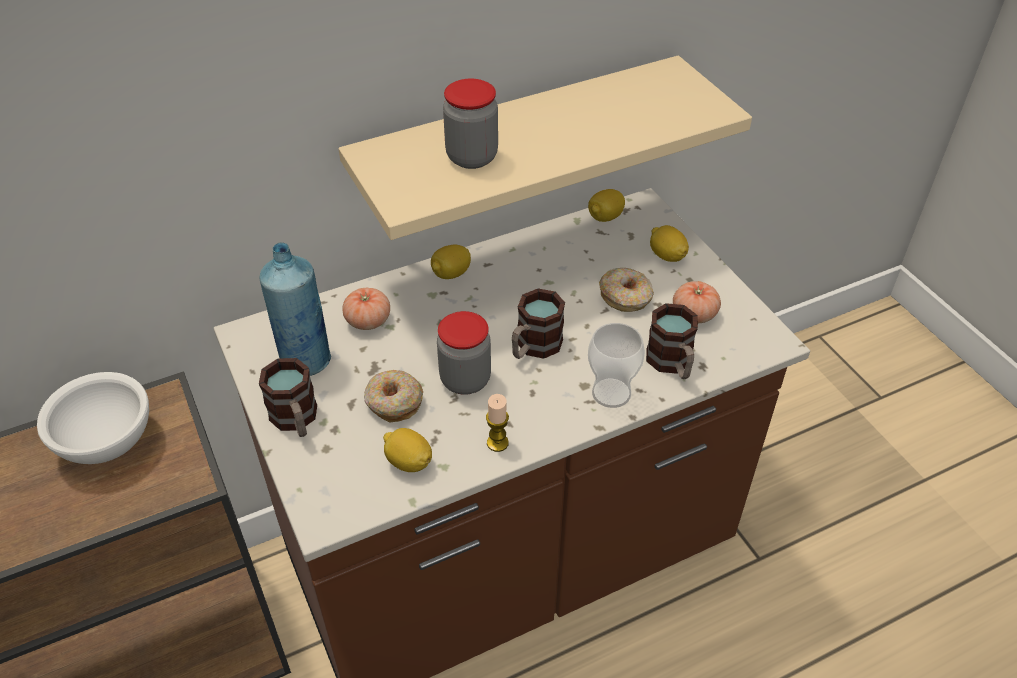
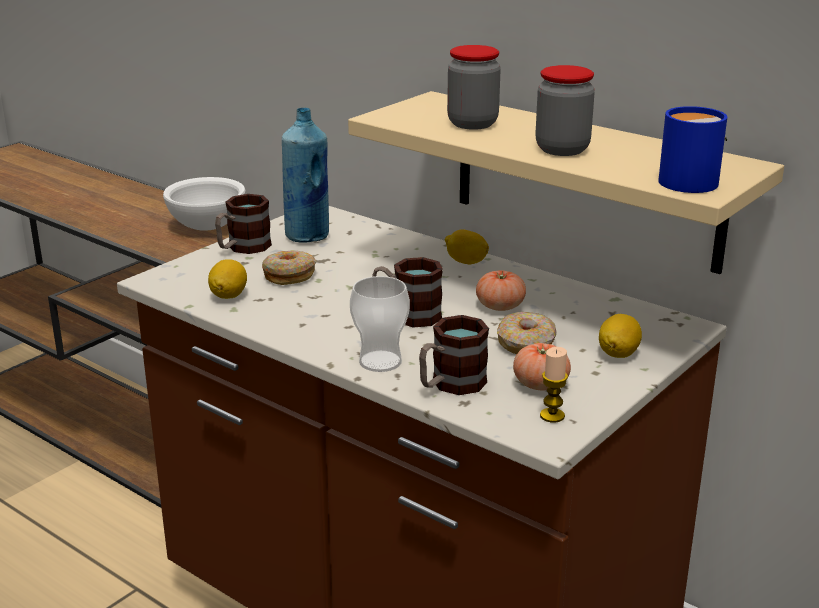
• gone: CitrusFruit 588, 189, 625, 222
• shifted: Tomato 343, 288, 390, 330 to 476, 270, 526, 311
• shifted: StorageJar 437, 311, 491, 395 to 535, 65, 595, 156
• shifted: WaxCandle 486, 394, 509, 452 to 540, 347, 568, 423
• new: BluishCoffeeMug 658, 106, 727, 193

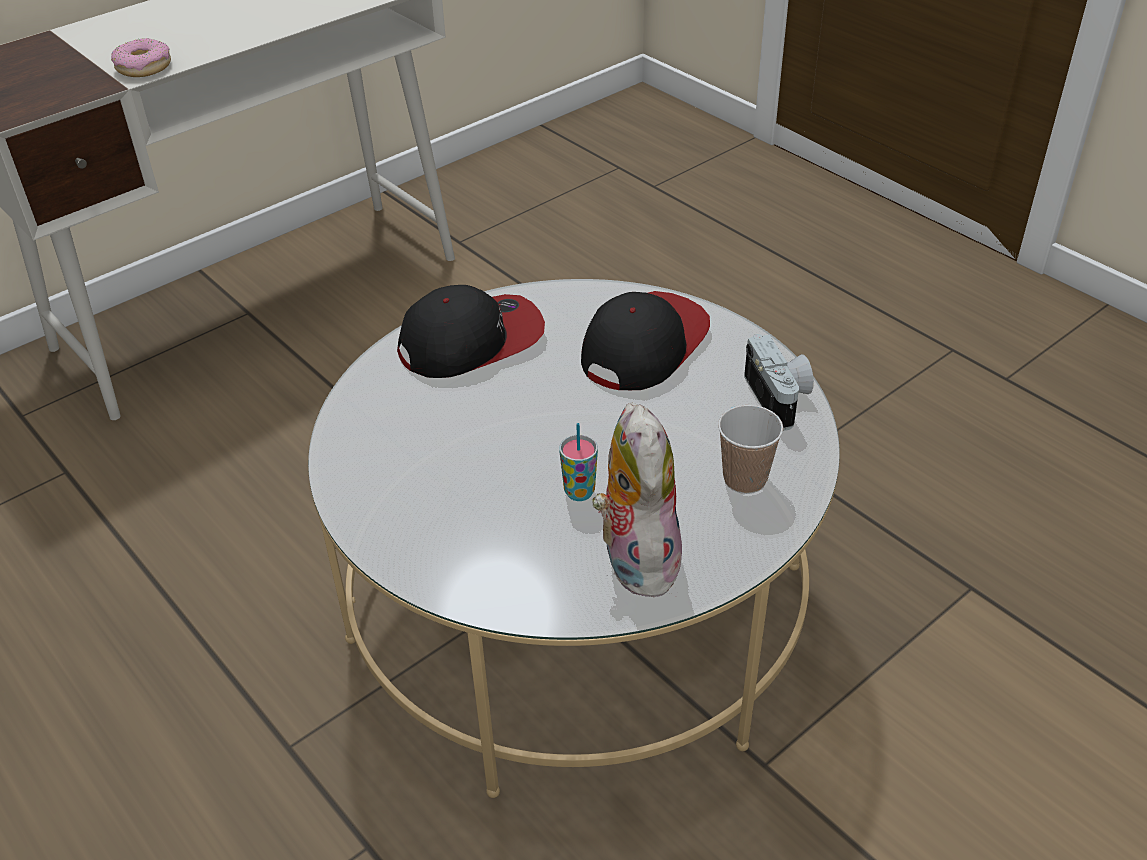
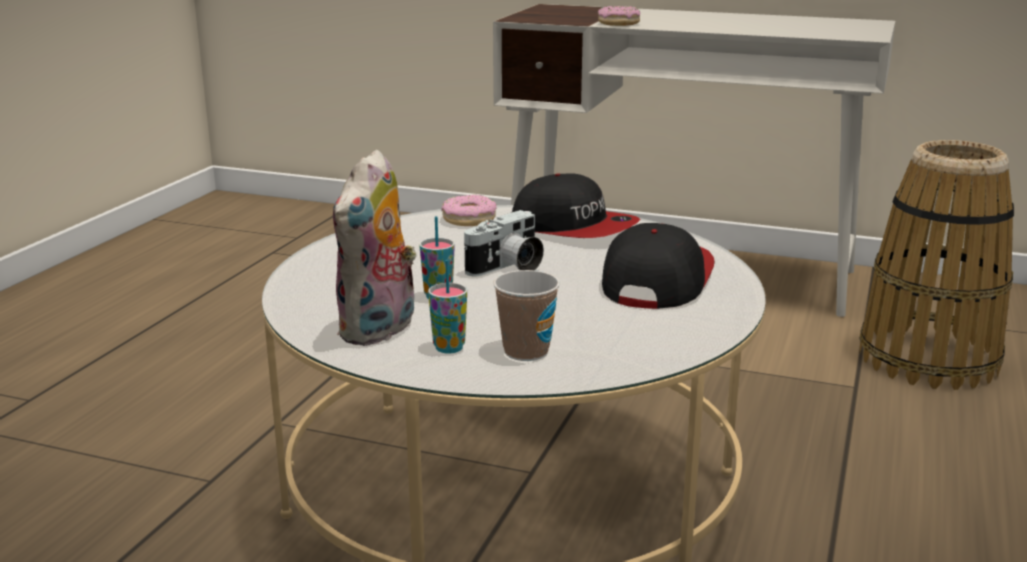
• rotated: PeakedCap 581, 291, 710, 390 = 602, 223, 715, 309 75 degrees counterclockwise
• shifted: PhotoCamera 744, 334, 814, 431 to 464, 210, 544, 276
• rotated: SoftToy 592, 403, 682, 597 = 333, 149, 417, 346 150 degrees clockwise
• new: StorageBasket 859, 140, 1014, 390
• new: RingDoughnut 441, 195, 497, 226
• new: Cup 428, 260, 467, 354

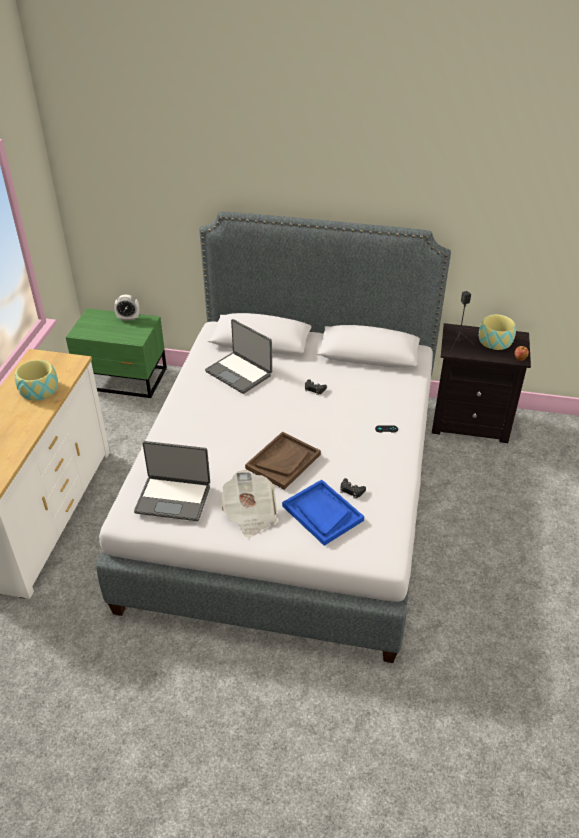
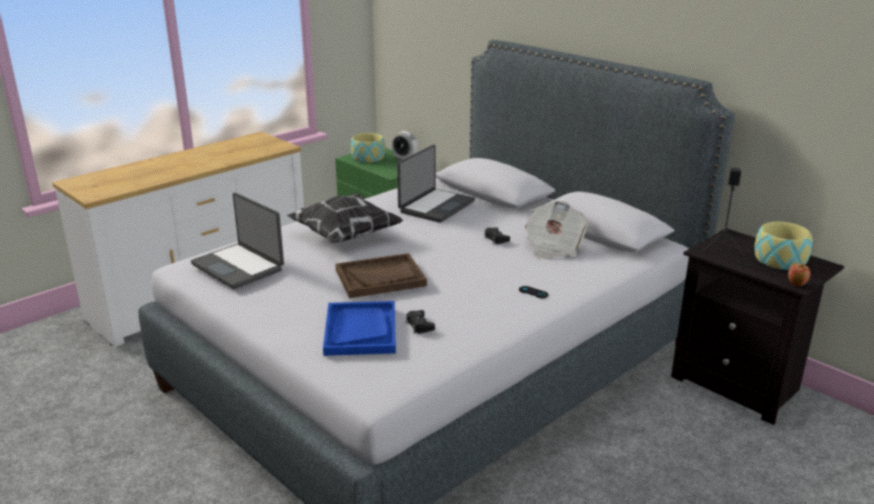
• rotated: NotebookComputer 205, 319, 272, 394 = 397, 145, 475, 223 135 degrees counterclockwise
• shifted: DeepDish 15, 360, 58, 401 to 350, 133, 385, 163
• shifted: DailyPaper 221, 470, 277, 538 to 525, 201, 588, 259
• new: Cushion 287, 193, 404, 243

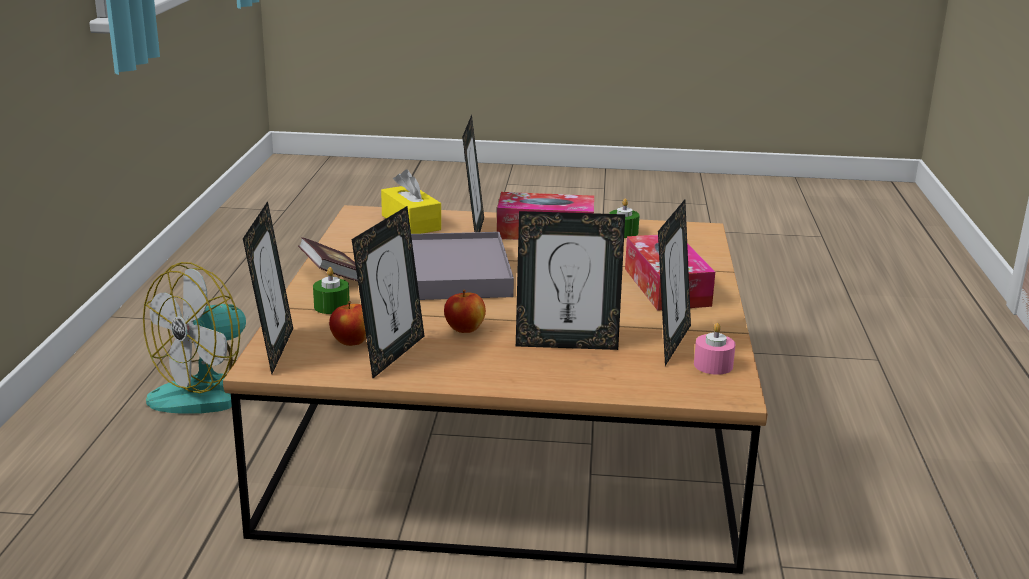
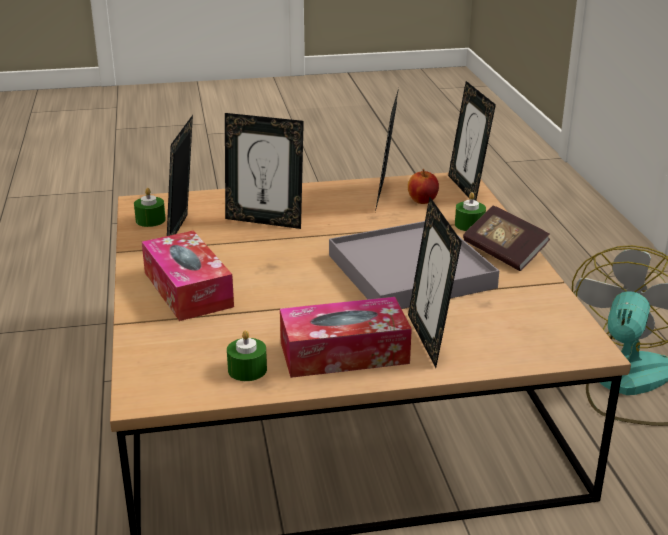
• gone: YellowColouredTissueBox 381, 169, 441, 234
• rotated: PhotoFrame 516, 211, 625, 350 = 225, 113, 304, 229 150 degrees counterclockwise
• gone: Apple 444, 290, 486, 333
• repainted: PinkishWaxCandle 694, 323, 736, 375 to GreenWaxCandle 134, 188, 166, 227

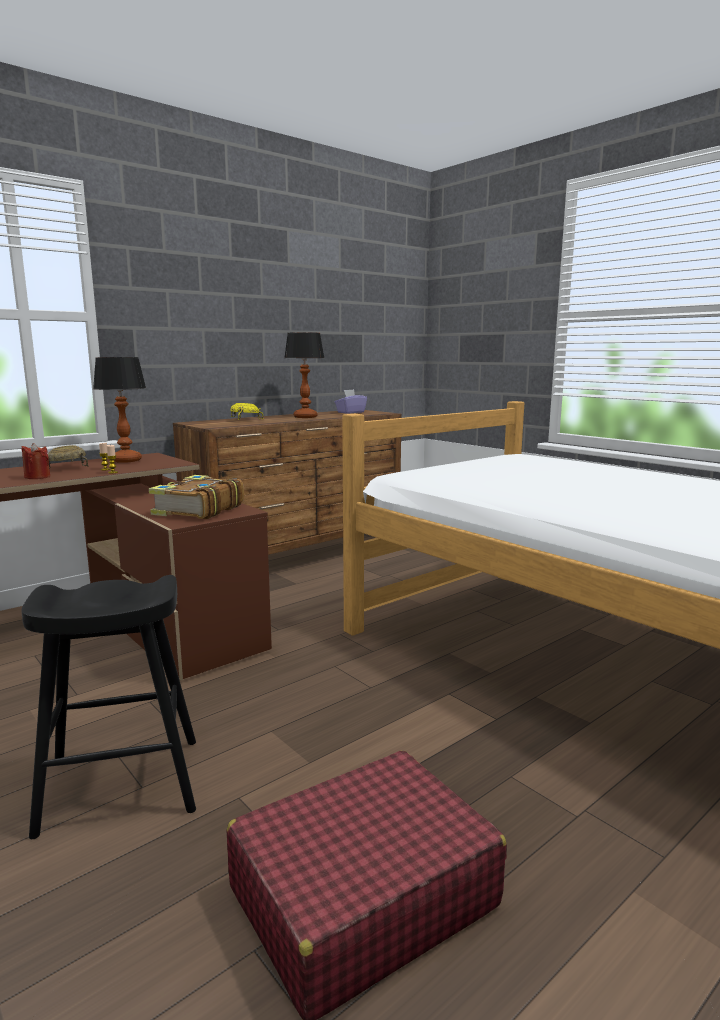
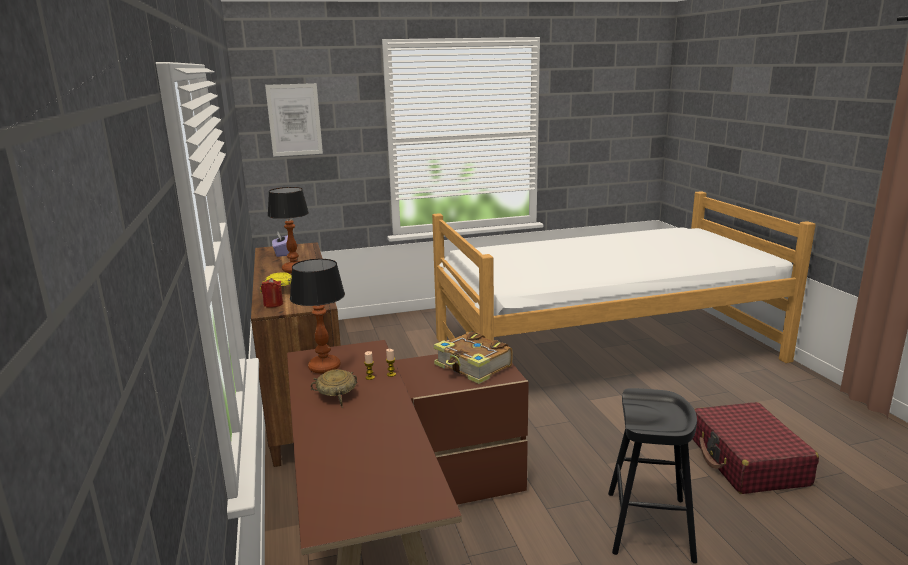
• shifted: RedWaxCandle 22, 443, 50, 479 to 261, 278, 283, 308
• new: Picture 265, 83, 323, 157

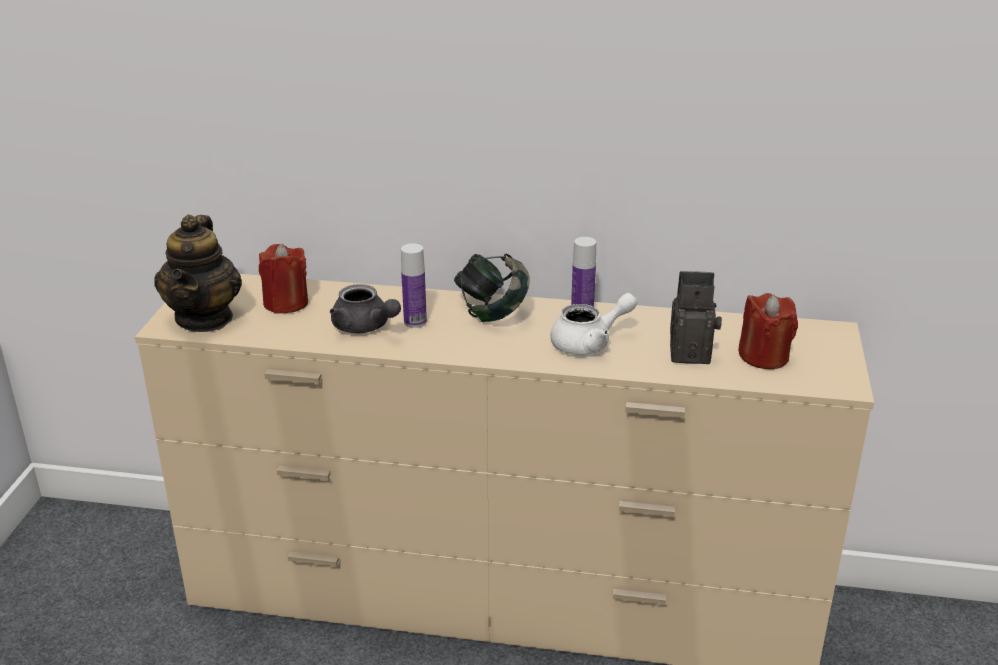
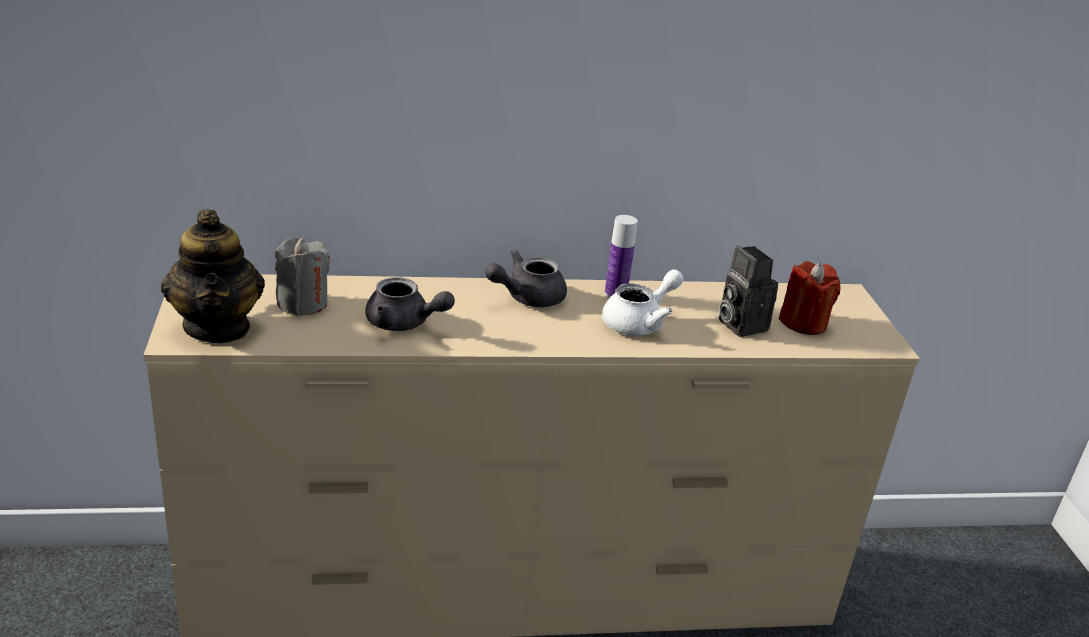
• gone: Bottle 401, 243, 427, 328
• repainted: RedWaxCandle 259, 244, 308, 314 to GreyWaxCandle 275, 238, 330, 316
• swapped: Headset 454, 254, 530, 322 to GreyTeaPot 485, 249, 567, 307
• rotated: PhotoCamera 670, 271, 722, 364 = 719, 246, 778, 337 105 degrees counterclockwise

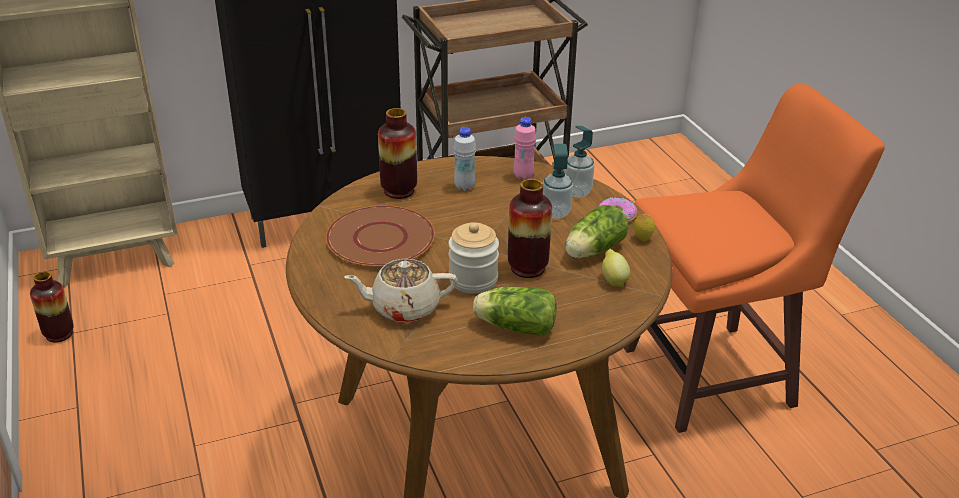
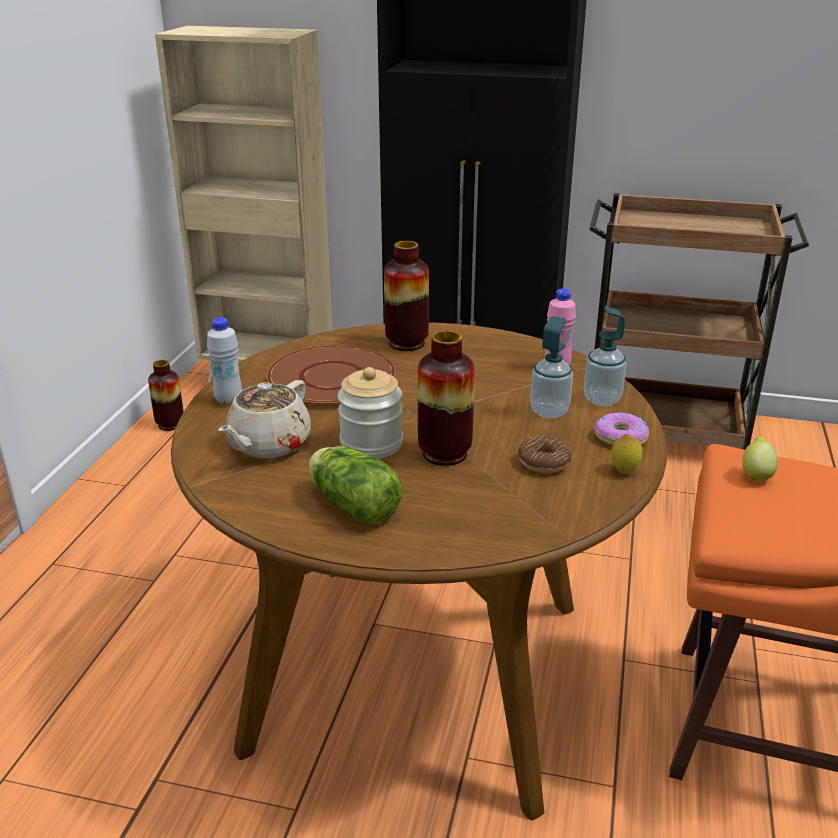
• shifted: WhiteColouredBottle 453, 127, 476, 191 to 207, 317, 242, 405
• swapped: HeadOfLettuce 565, 205, 629, 258 to RingDoughnut 518, 436, 571, 473
• shifted: CitrusFruit 602, 249, 630, 287 to 742, 436, 778, 484
• rotated: BeigeColouredTeaPot 344, 259, 458, 322 = 218, 380, 311, 458 90 degrees counterclockwise

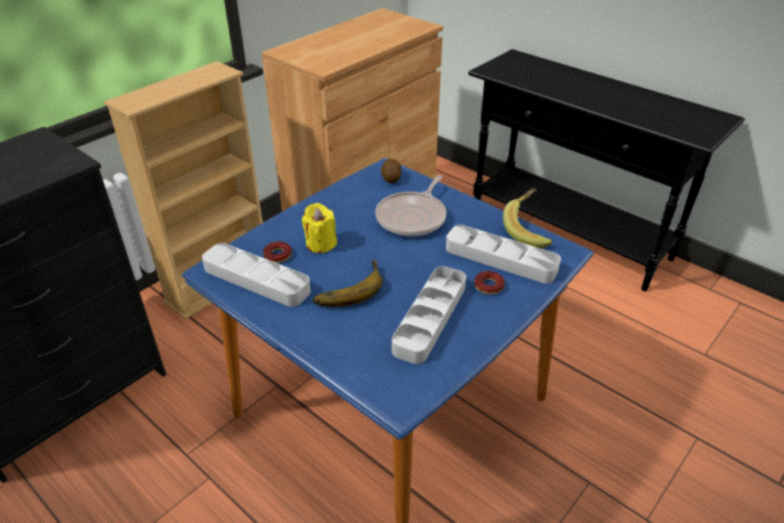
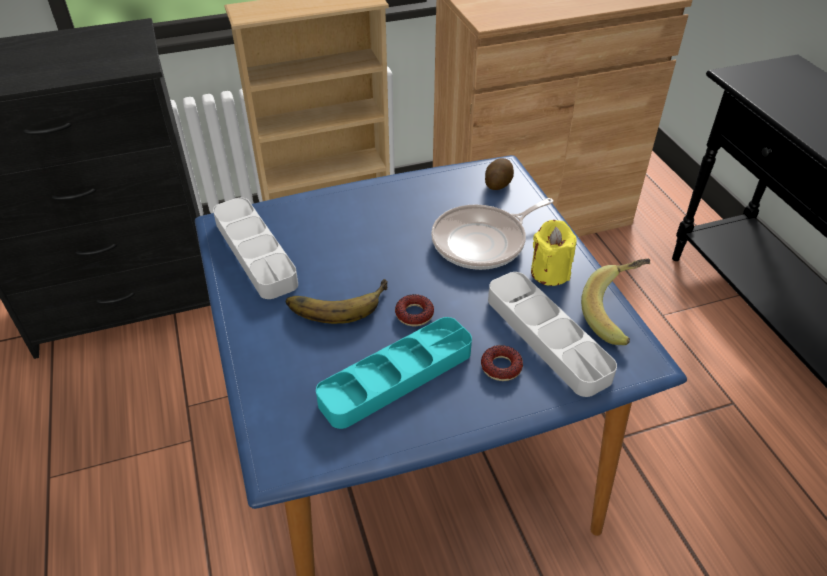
• shifted: YellowColouredWaxCandle 302, 203, 337, 253 to 531, 220, 577, 286
• shifted: RingDoughnut 263, 241, 292, 263 to 395, 294, 434, 326
• repainted: GreyCarryingTray 392, 266, 466, 364 to TurquoiseCarryingTray 316, 317, 472, 429

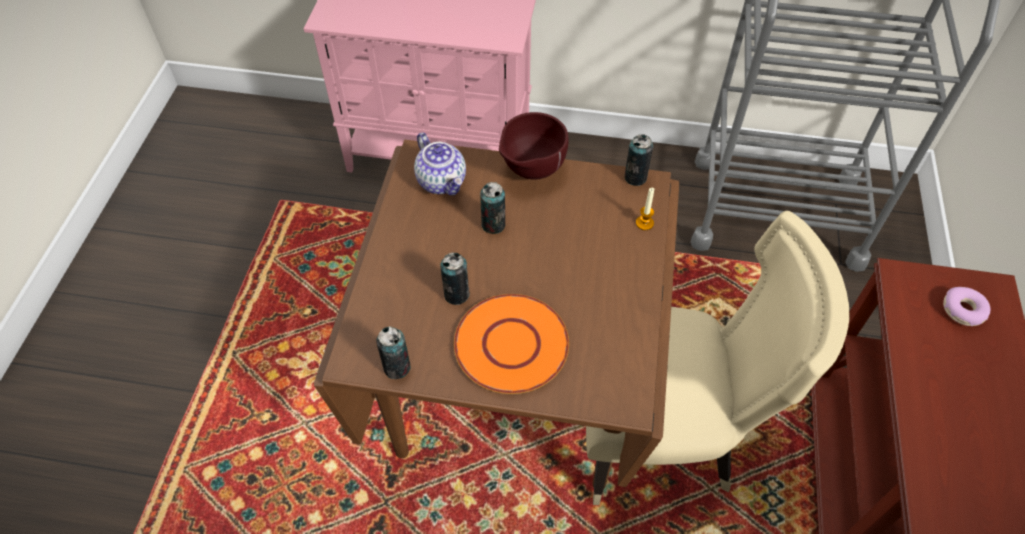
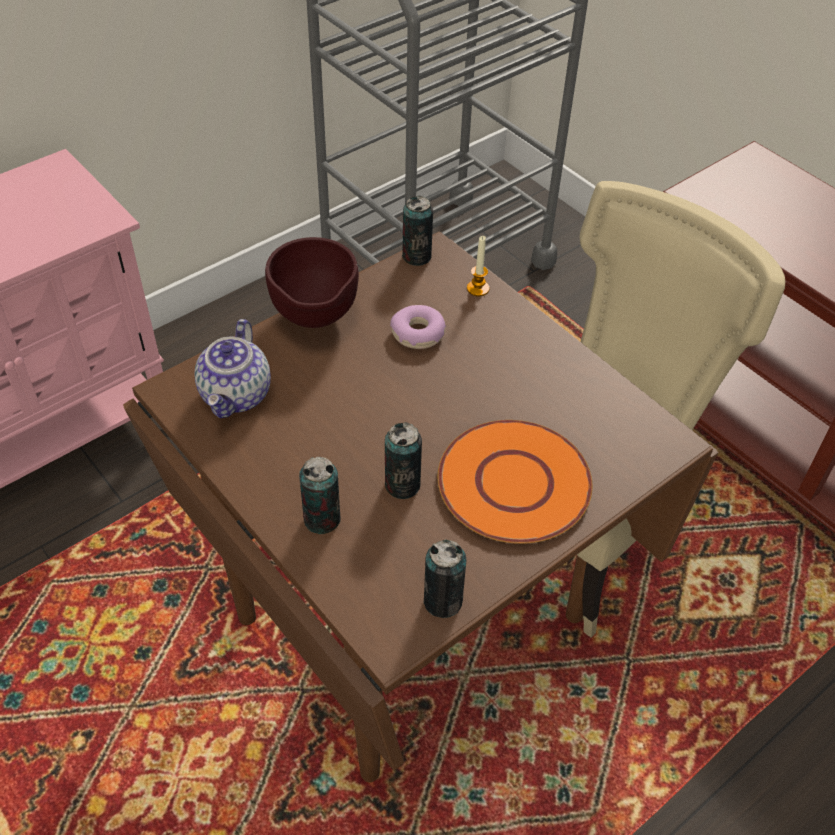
• rotated: TeaPot 414, 133, 466, 196 = 194, 319, 271, 418 90 degrees clockwise
• shifted: SealedCan 480, 182, 505, 234 to 299, 457, 341, 534
• shifted: RingDoughnut 943, 287, 991, 326 to 390, 305, 446, 349

